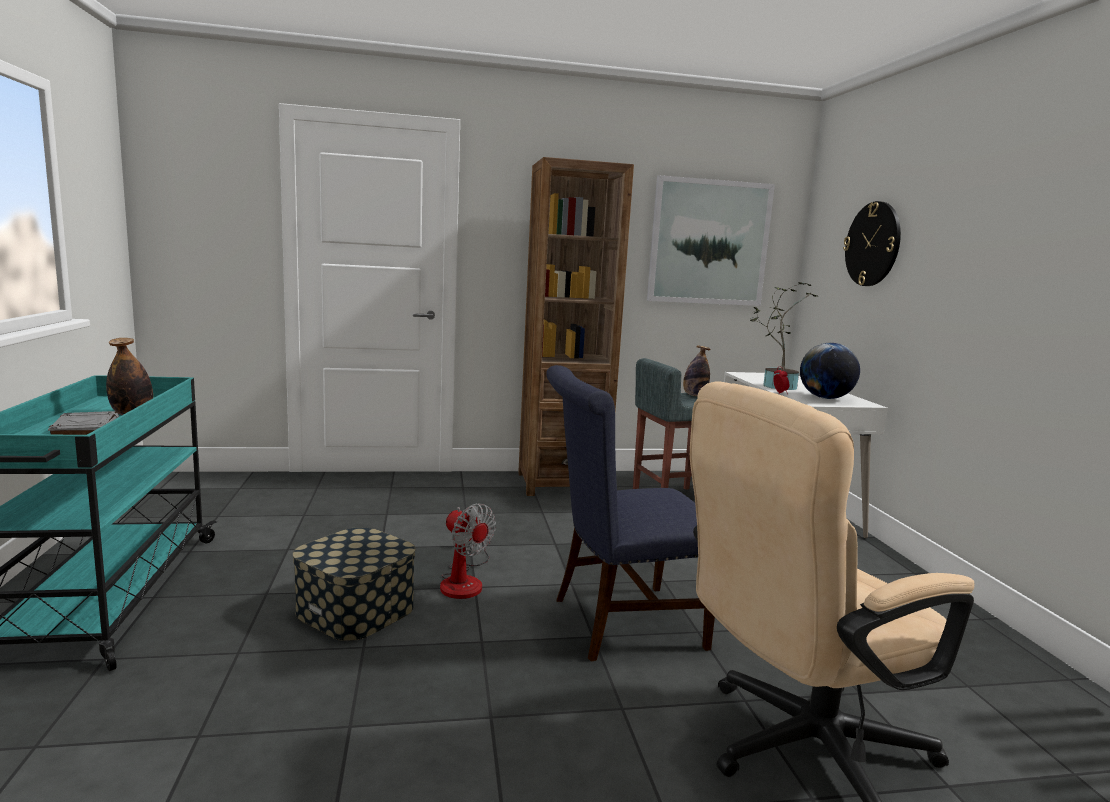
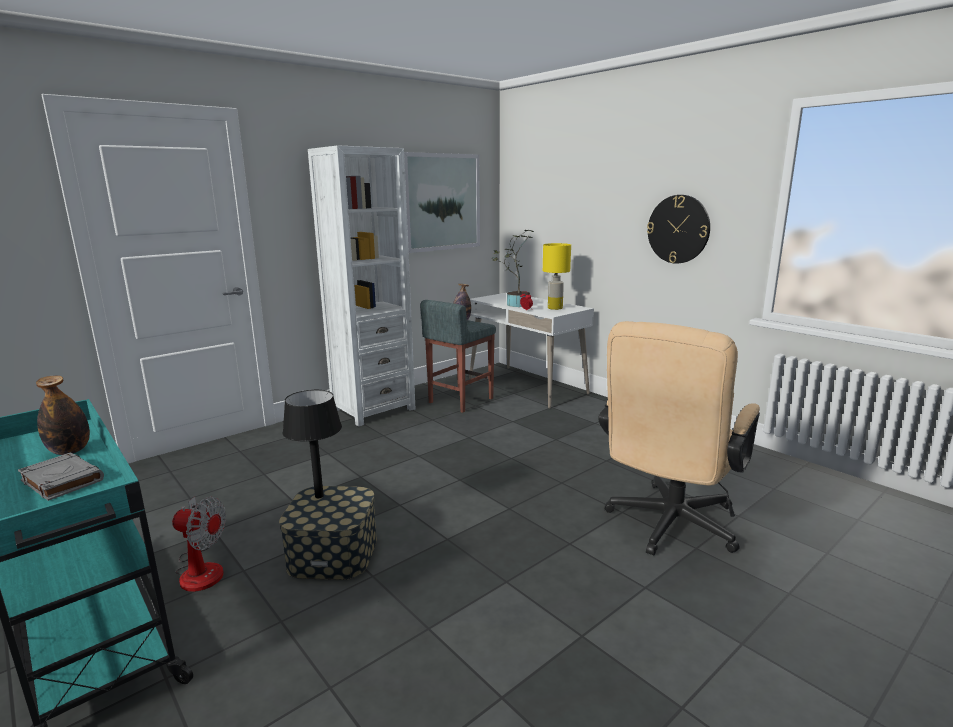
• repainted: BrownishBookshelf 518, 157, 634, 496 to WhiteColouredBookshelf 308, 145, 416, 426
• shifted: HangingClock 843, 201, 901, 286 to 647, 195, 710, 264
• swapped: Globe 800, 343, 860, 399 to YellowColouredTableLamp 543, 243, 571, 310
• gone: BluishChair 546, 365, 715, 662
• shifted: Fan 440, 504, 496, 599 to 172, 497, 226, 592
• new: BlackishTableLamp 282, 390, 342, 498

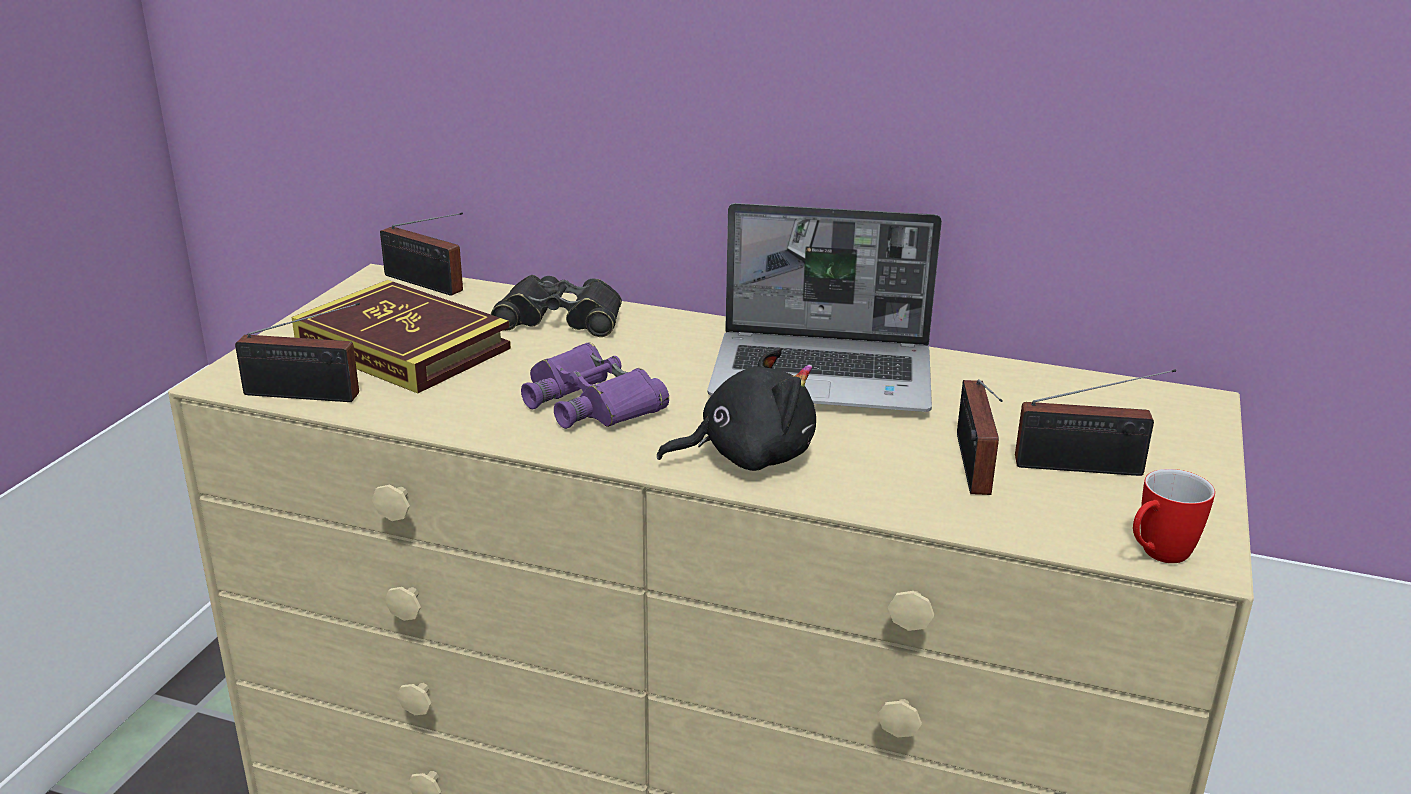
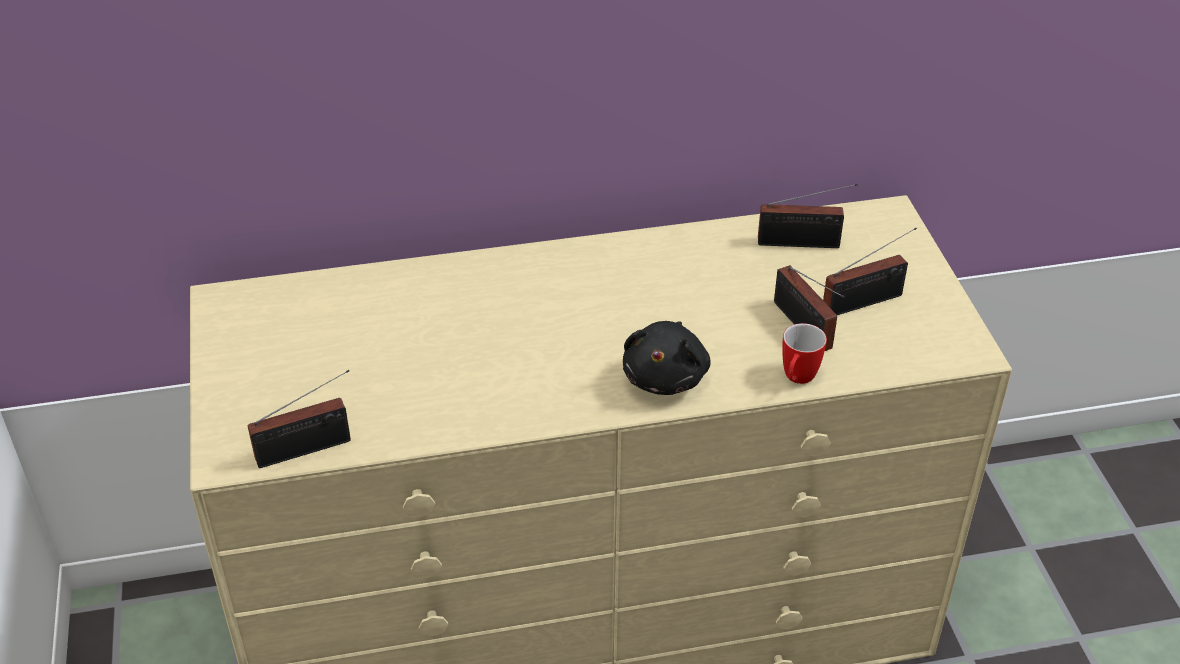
• gone: NotebookComputer 707, 203, 942, 412
• shifted: RadioReceiver 380, 213, 463, 296 to 758, 184, 857, 248
• gone: BlackishPairOfBinoculars 491, 275, 622, 337
• gone: Book 292, 280, 511, 394
• gone: PurplePairOfBinoculars 521, 343, 669, 429
• rotated: BlackishSoftToy 657, 348, 816, 471 = 623, 321, 711, 395 150 degrees clockwise
• shifted: CoffeeMug 1133, 469, 1215, 563 to 782, 323, 827, 384

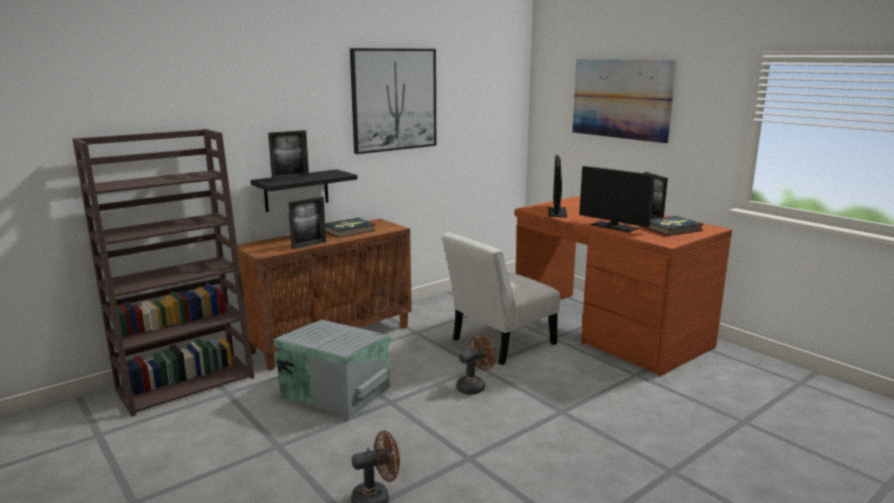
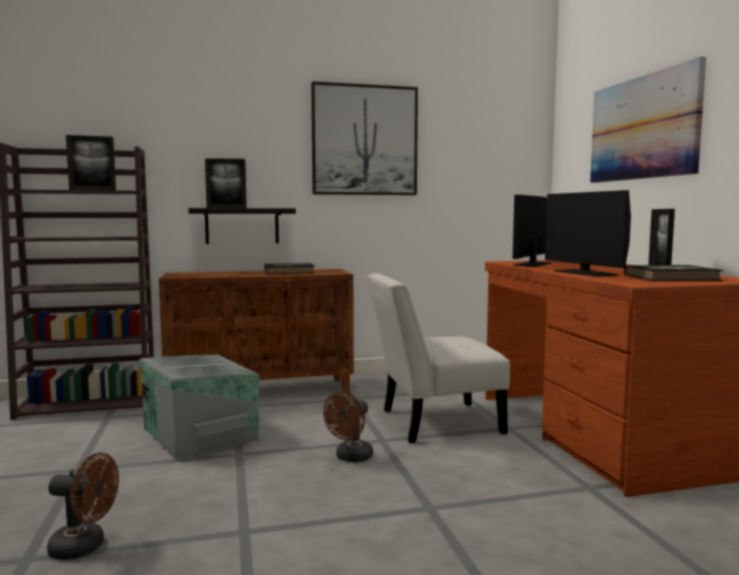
• shifted: PhotoFrame 288, 196, 326, 250 to 66, 135, 116, 190
• rotated: BrownishFan 456, 334, 495, 395 = 323, 391, 373, 462 135 degrees clockwise

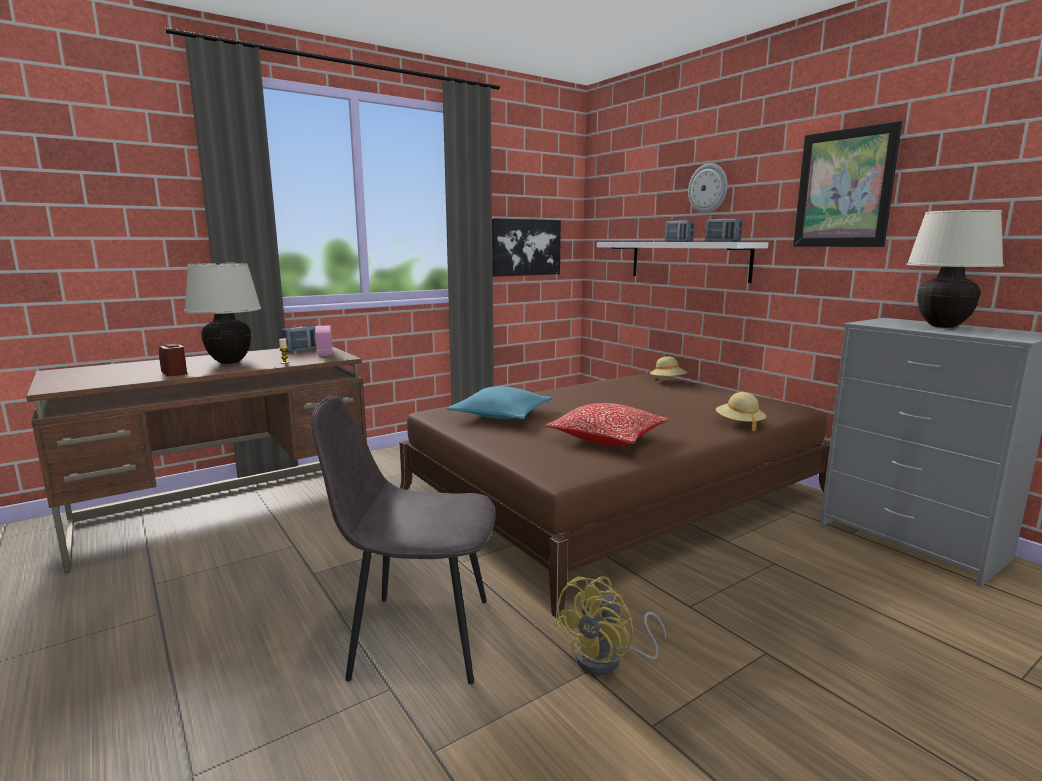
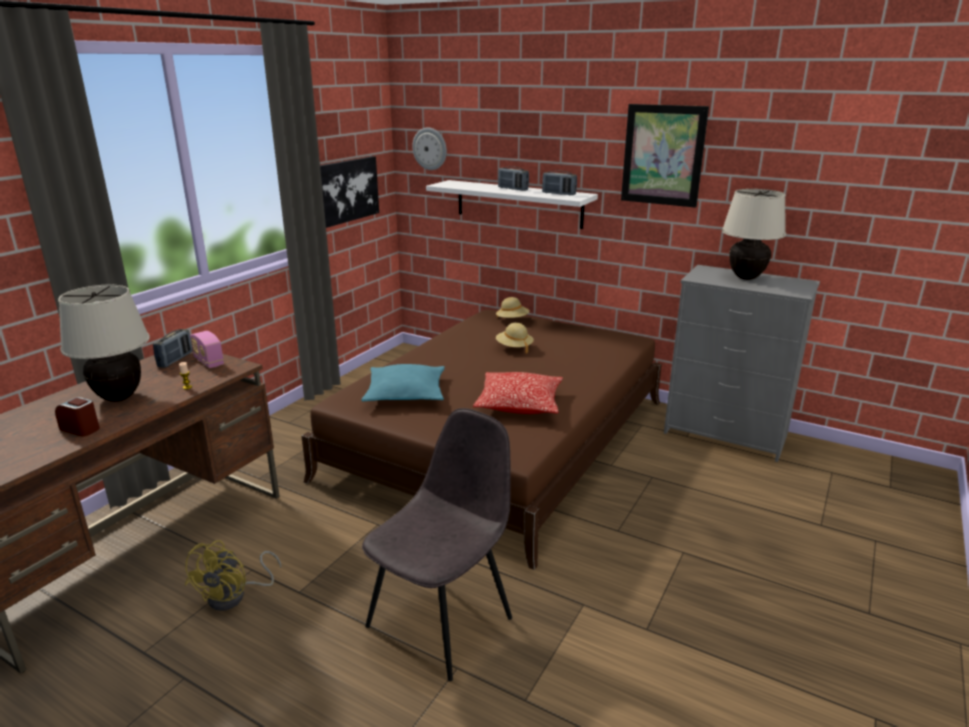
• shifted: HangingClock 688, 163, 728, 213 to 412, 128, 447, 170
• shifted: BeigeColouredHat 716, 392, 766, 431 to 496, 323, 534, 353
• rotated: GreyChair 311, 395, 496, 684 = 362, 408, 512, 681 150 degrees clockwise
• shifted: YellowColouredFan 554, 576, 666, 675 to 185, 540, 281, 611

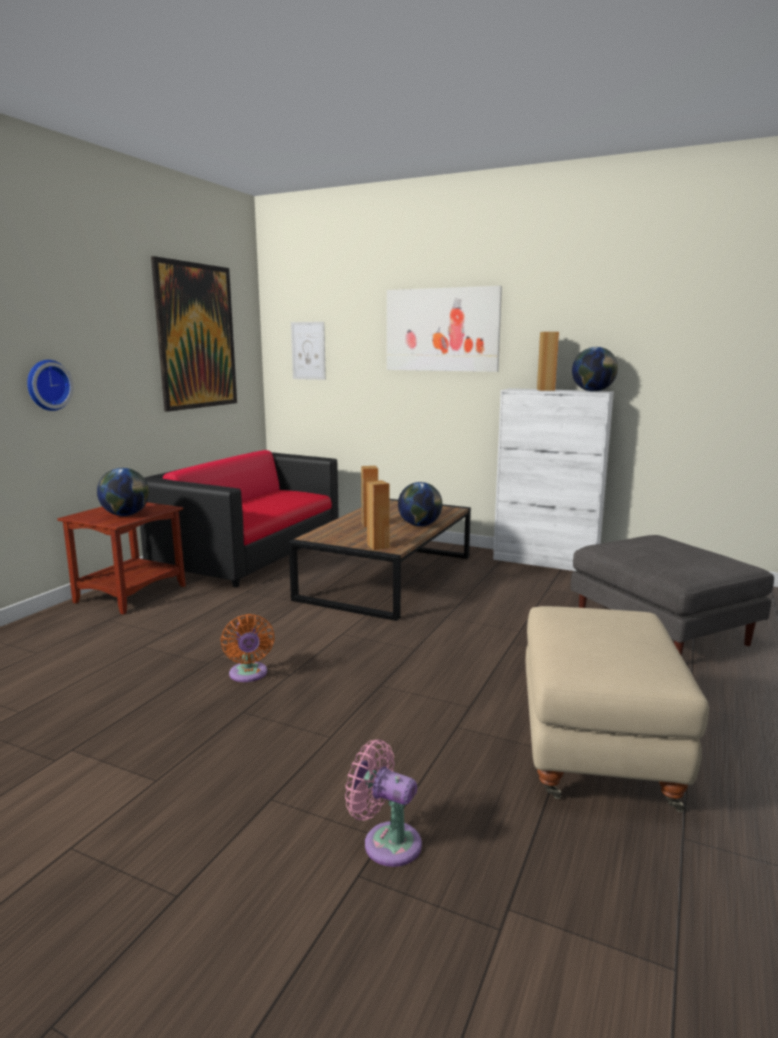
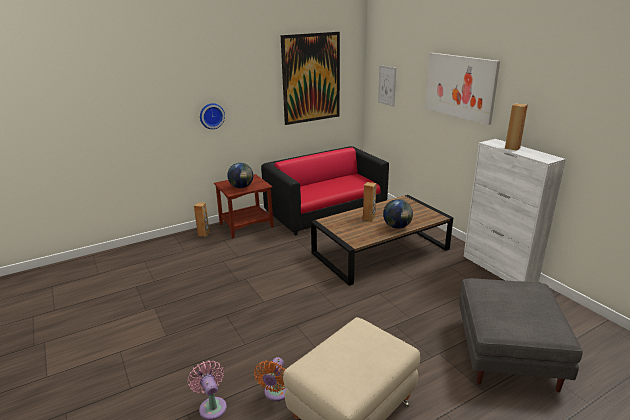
• gone: Globe 572, 347, 618, 392
• shifted: BrownishLoudspeaker 367, 480, 389, 550 to 194, 202, 210, 237
• shifted: OrangeyFan 220, 614, 275, 682 to 254, 357, 287, 401

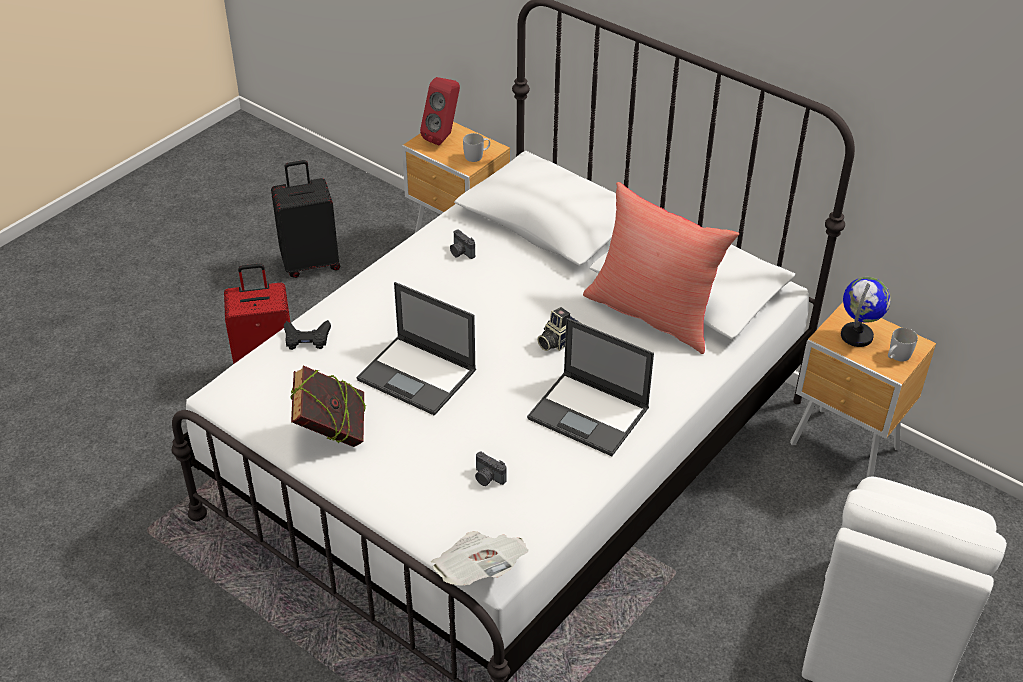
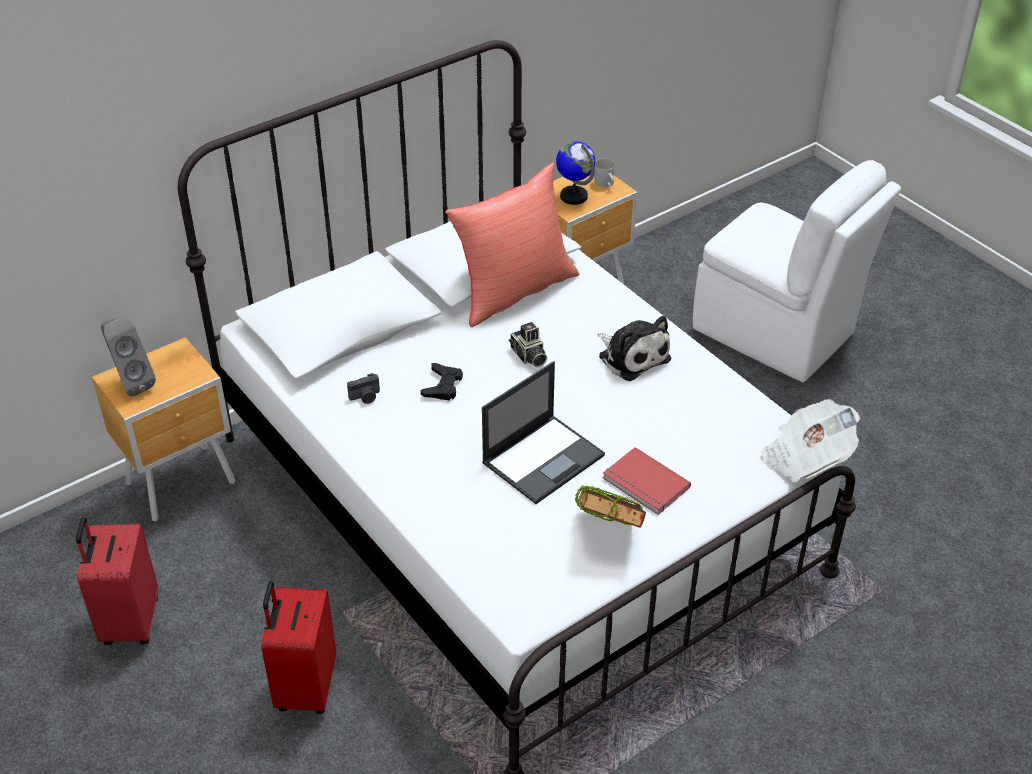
• repainted: RedLoudspeaker 420, 77, 460, 145 to GreyLoudspeaker 101, 318, 156, 397
• gone: WhiteColouredCoffeeMug 463, 133, 490, 162
• repainted: BlackishPieceOfLuggage 271, 160, 340, 278 to RedPieceOfLuggage 76, 517, 158, 645
• swapped: NotebookComputer 527, 318, 654, 456 to SoftToy 597, 316, 671, 381
• shifted: BlackishJoypad 284, 320, 331, 350 to 421, 363, 463, 400
• gone: PhotoCamera 475, 451, 507, 486
• new: RedBook 603, 447, 691, 515

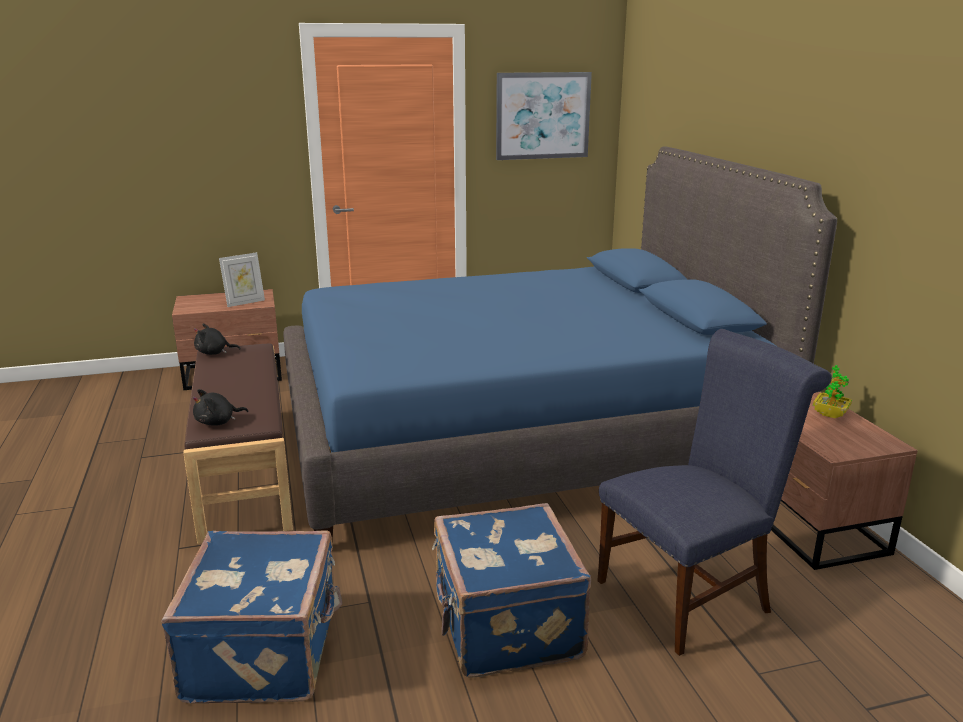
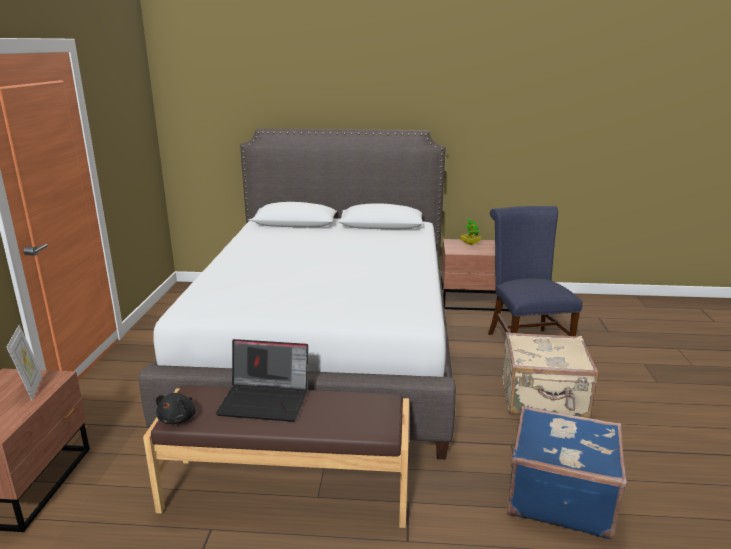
• gone: Picture 496, 72, 592, 160
• repainted: BluishSleepingBed 284, 146, 837, 539 to WhiteColouredSleepingBed 139, 129, 456, 460
• gone: BlackishSoftToy 193, 389, 248, 426
• repainted: BluishPieceOfLuggage 432, 503, 591, 678 to BeigeColouredPieceOfLuggage 502, 332, 598, 418
• new: NotebookComputer 216, 339, 308, 422

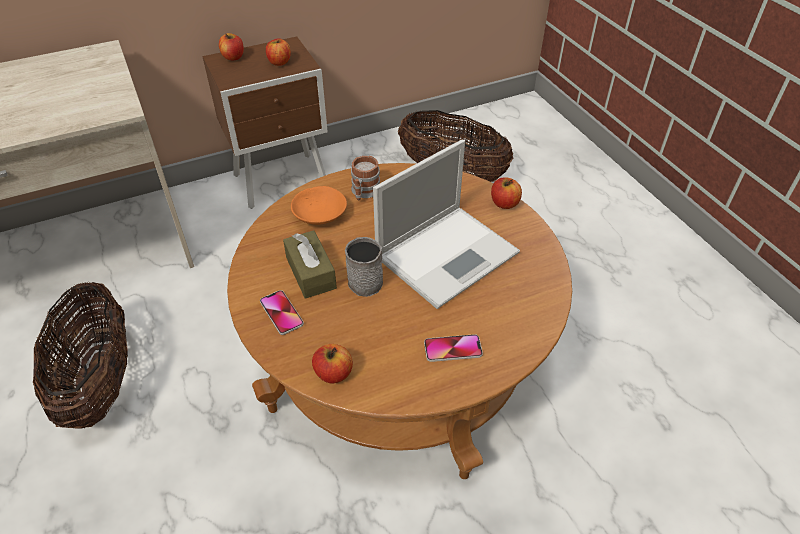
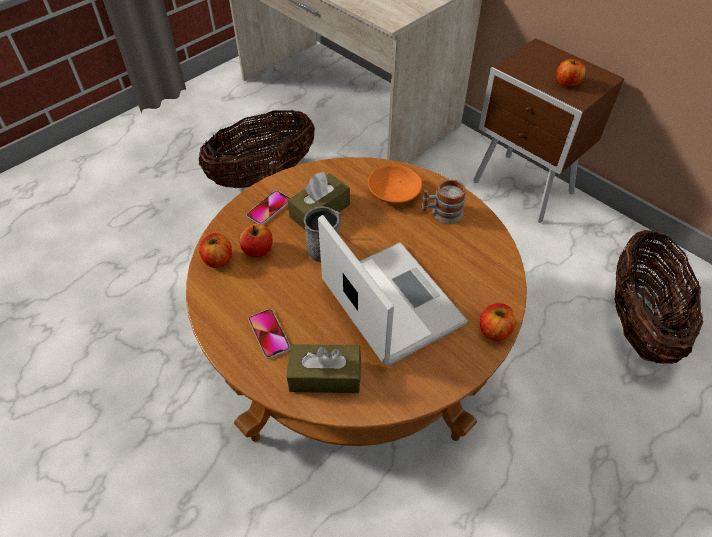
• shifted: Apple 219, 33, 244, 60 to 240, 224, 273, 257
• rotated: NotebookComputer 373, 140, 520, 309 = 318, 215, 468, 365 150 degrees counterclockwise
• new: BrownishTissueBox 287, 344, 361, 393

